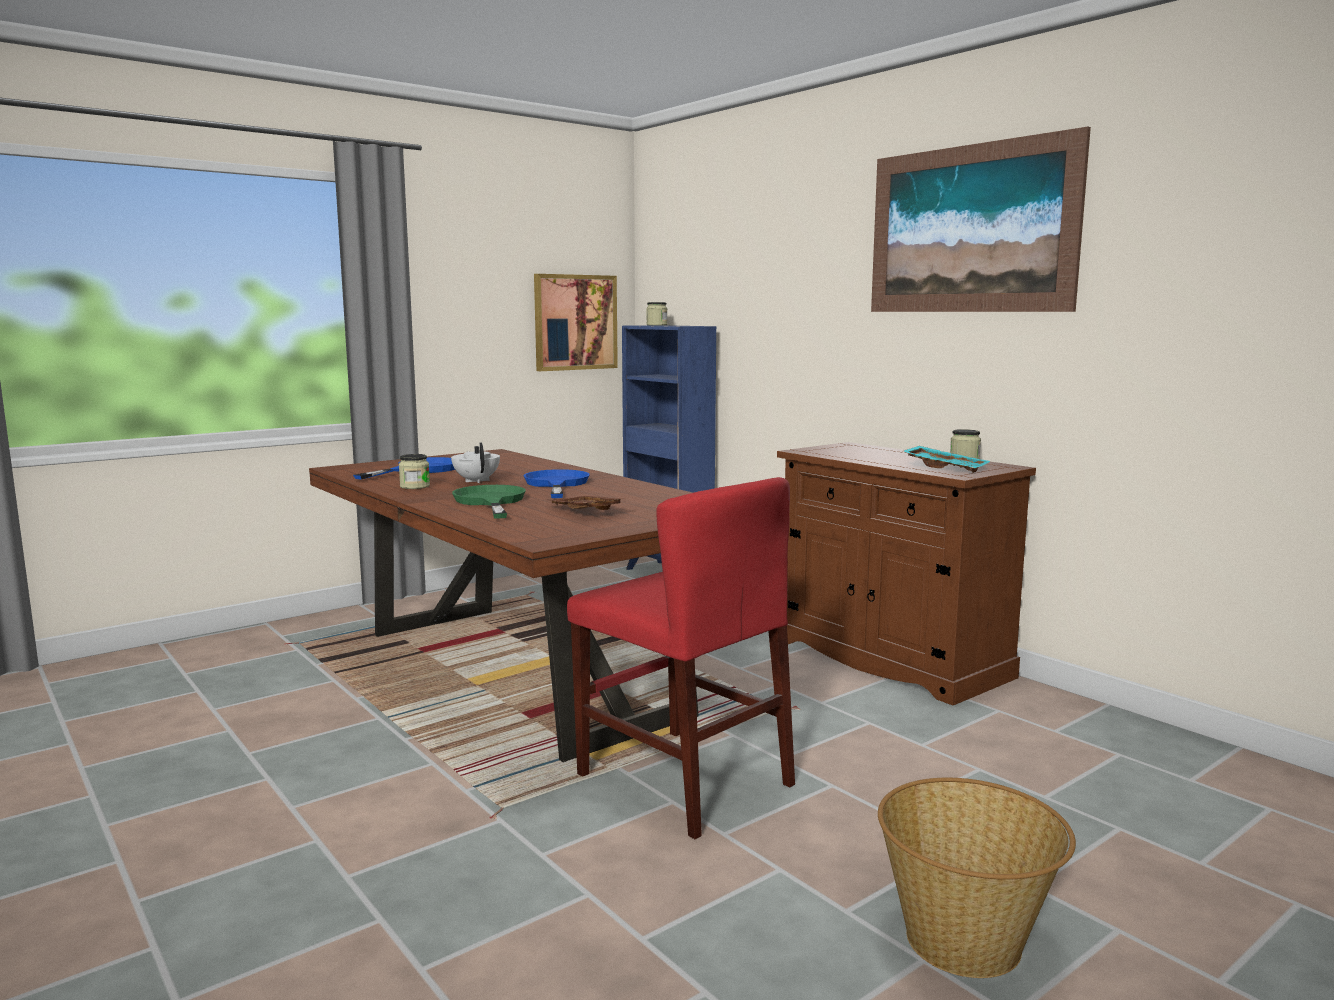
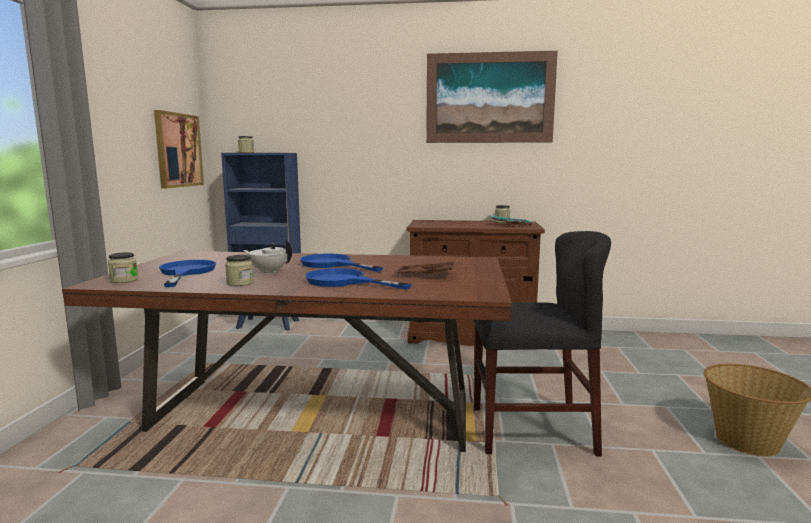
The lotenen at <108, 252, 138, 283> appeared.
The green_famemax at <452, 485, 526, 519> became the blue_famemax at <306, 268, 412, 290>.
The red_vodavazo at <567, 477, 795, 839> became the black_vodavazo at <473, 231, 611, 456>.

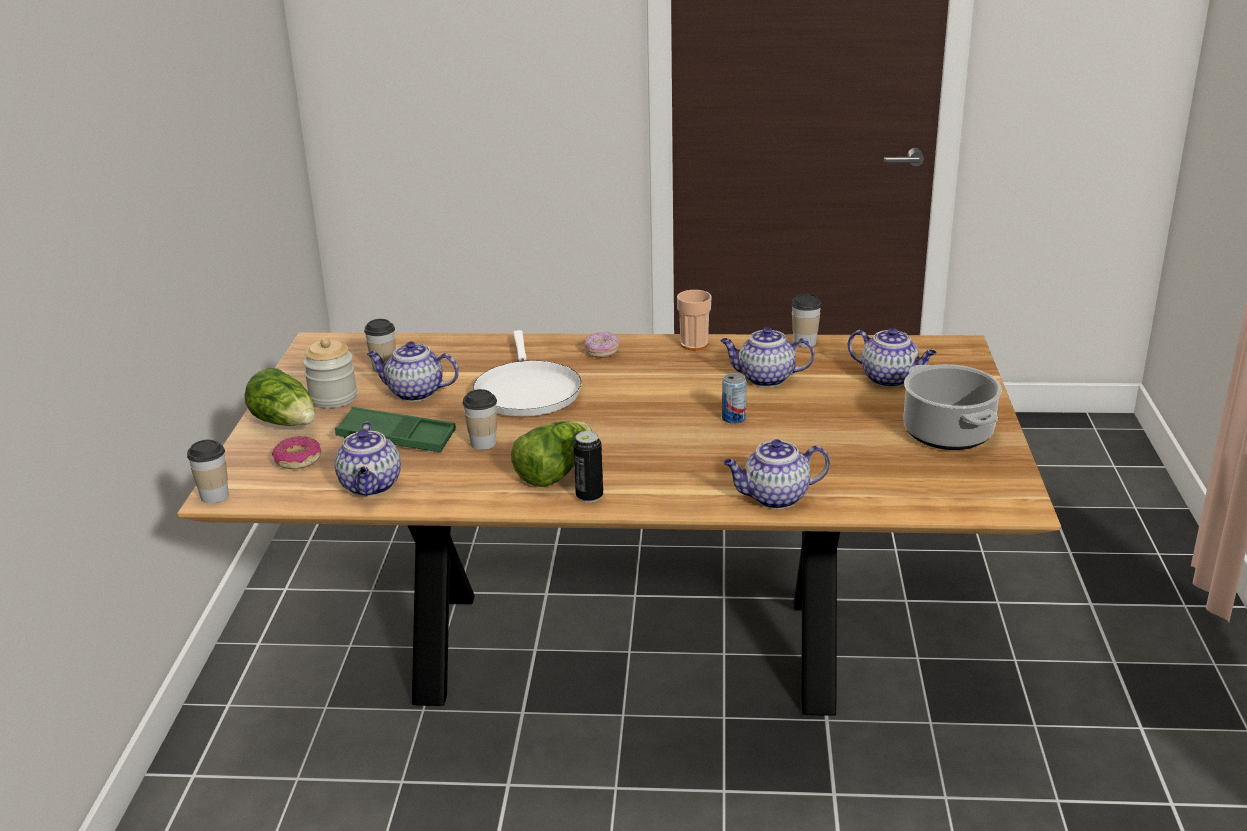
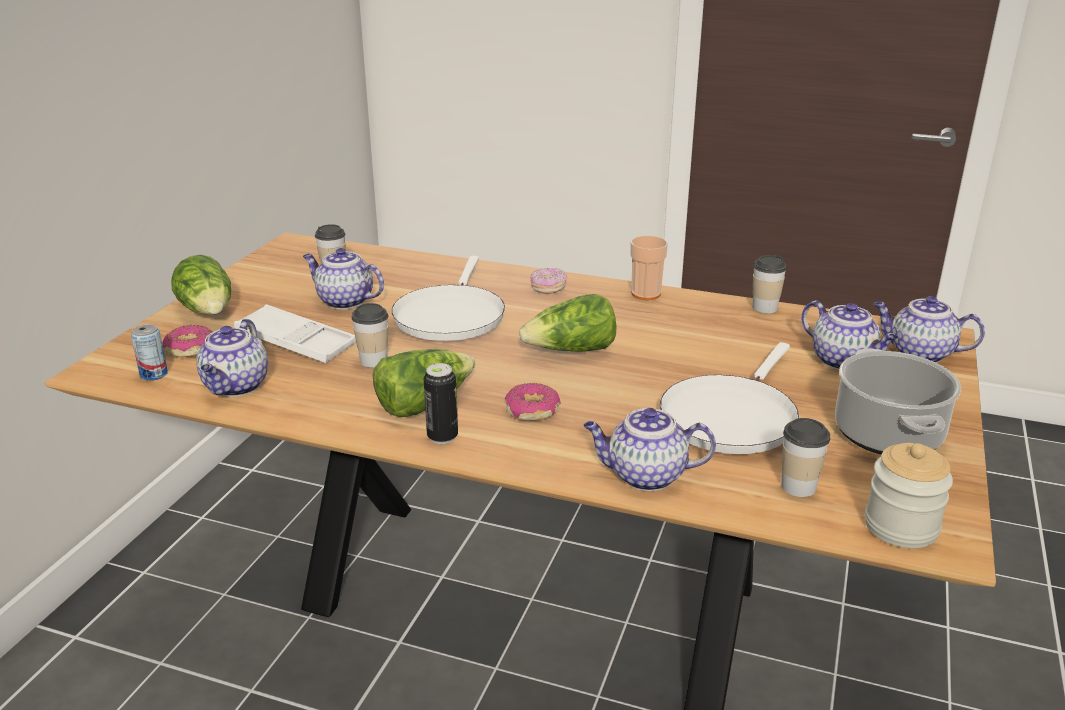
The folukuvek at <505, 383, 561, 421> appeared.
The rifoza at <519, 294, 617, 352> appeared.
The white_famemax at <660, 342, 799, 454> appeared.
The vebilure moved from <187, 440, 229, 503> to <781, 418, 830, 497>.
The lotenen moved from <303, 338, 357, 409> to <865, 443, 953, 548>.
The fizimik moved from <720, 327, 815, 387> to <874, 296, 985, 363>.
The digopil moved from <722, 373, 747, 424> to <131, 324, 168, 381>.
The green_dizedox at <335, 407, 456, 452> became the white_dizedox at <234, 304, 356, 363>.

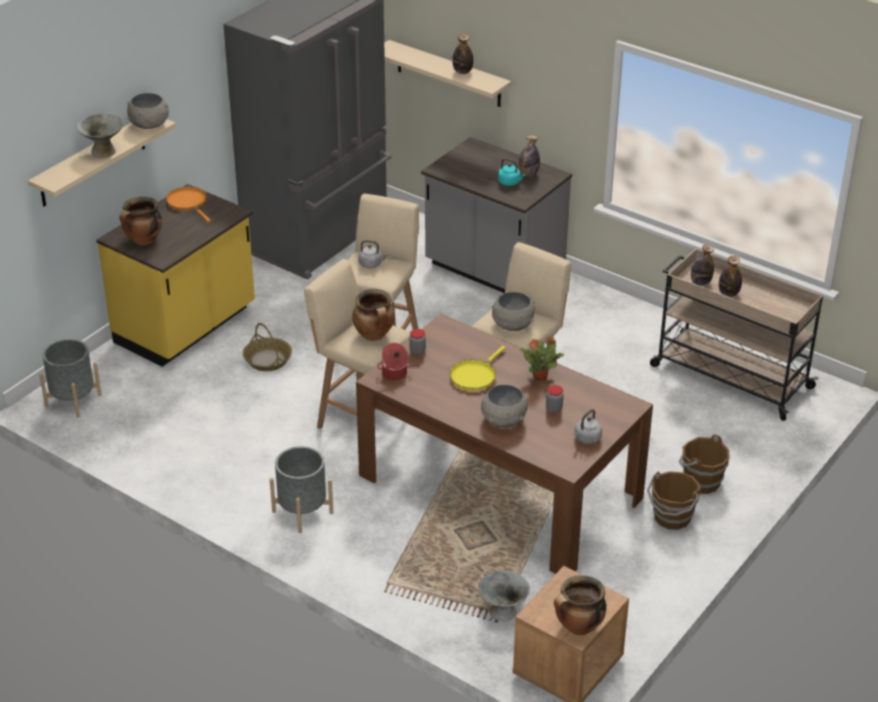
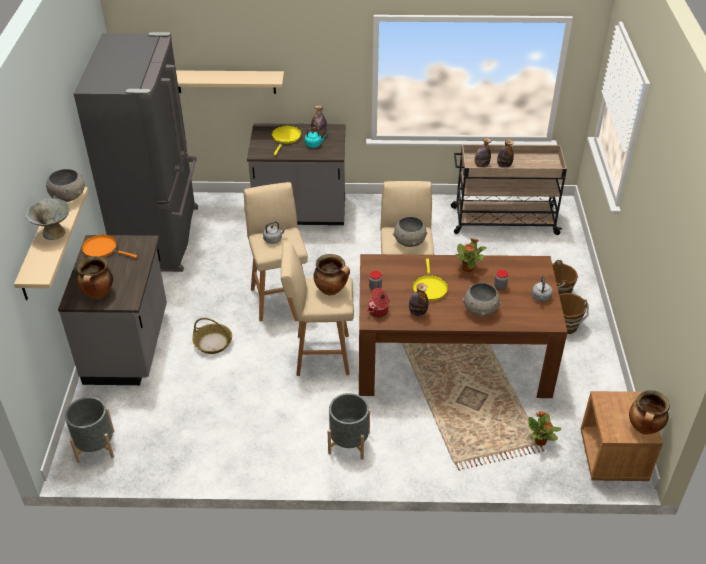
The yellow_famemax at <272, 126, 301, 155> appeared.
The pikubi moved from <452, 34, 473, 74> to <409, 283, 429, 316>.
The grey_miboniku at <478, 571, 530, 622> was replaced by the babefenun at <528, 412, 561, 446>.
The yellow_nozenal at <96, 184, 255, 367> became the grey_nozenal at <58, 235, 167, 385>.

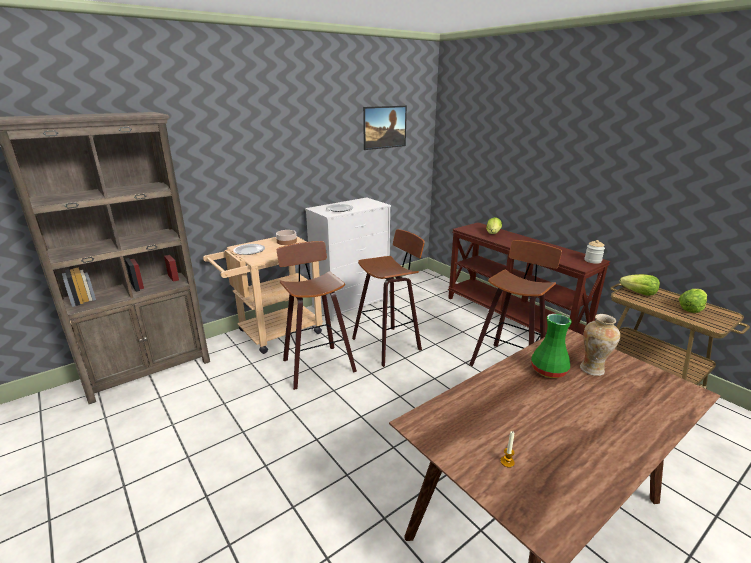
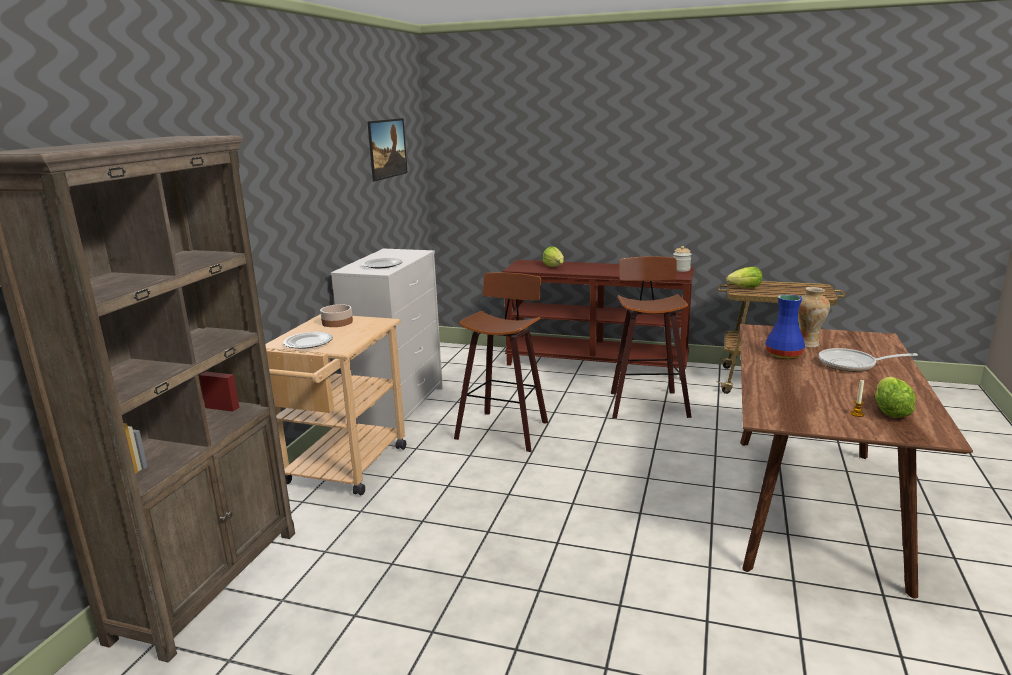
The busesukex at <277, 241, 357, 390> disappeared.
The famemax at <819, 348, 918, 372> appeared.
The rifoza moved from <679, 289, 707, 313> to <875, 377, 916, 418>.
The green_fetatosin at <531, 314, 572, 378> became the blue_fetatosin at <765, 295, 805, 359>.

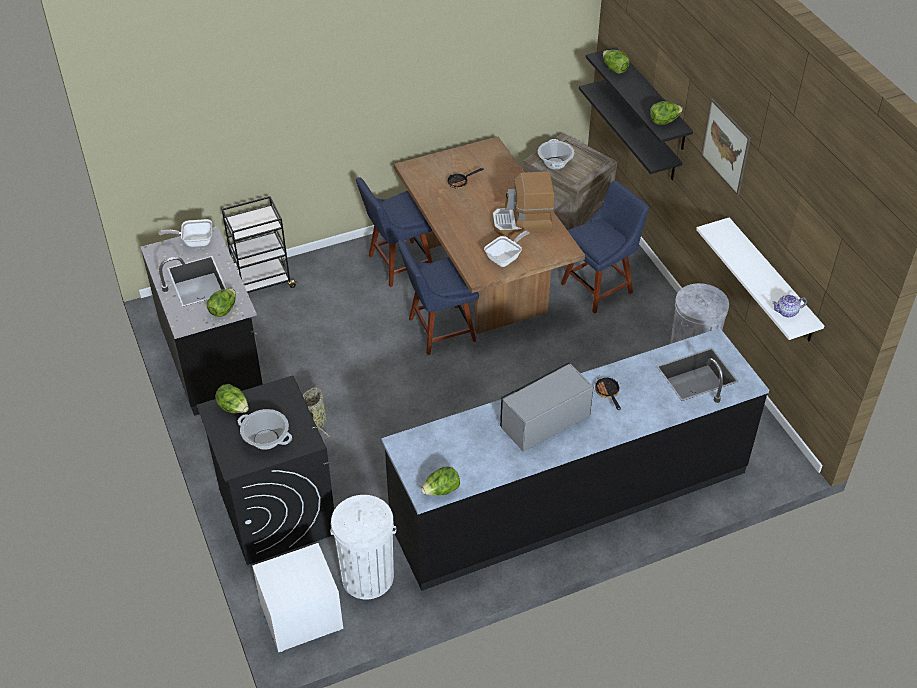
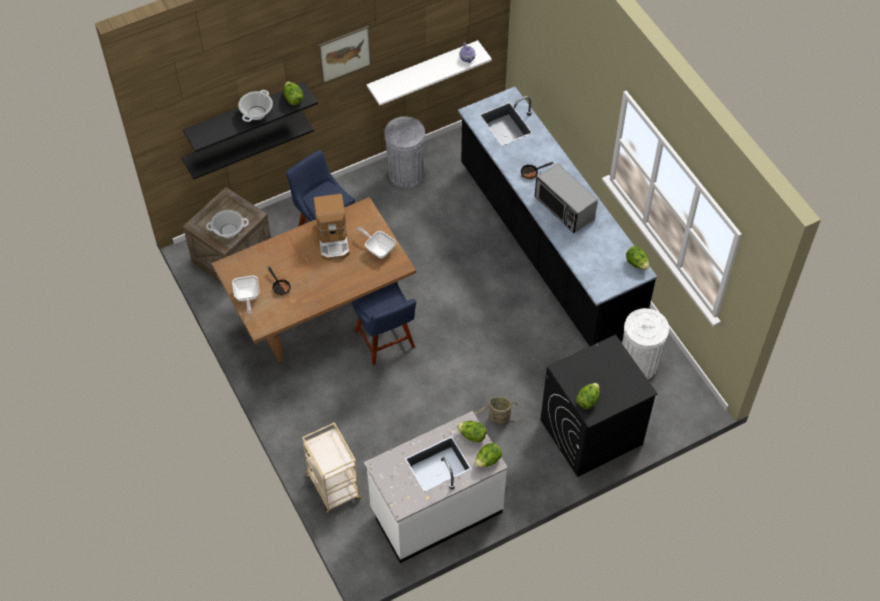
The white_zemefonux at <252, 543, 343, 652> disappeared.
The blue_vodavazo at <356, 177, 433, 287> disappeared.
The famemax moved from <159, 219, 212, 247> to <232, 275, 260, 314>.
The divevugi moved from <238, 409, 292, 450> to <238, 90, 273, 122>.
The rifoza moved from <603, 50, 629, 74> to <474, 443, 502, 468>.
The black_nozenal at <141, 226, 263, 416> became the white_nozenal at <364, 411, 508, 563>.
The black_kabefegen at <222, 196, 298, 297> became the beige_kabefegen at <302, 422, 361, 513>.

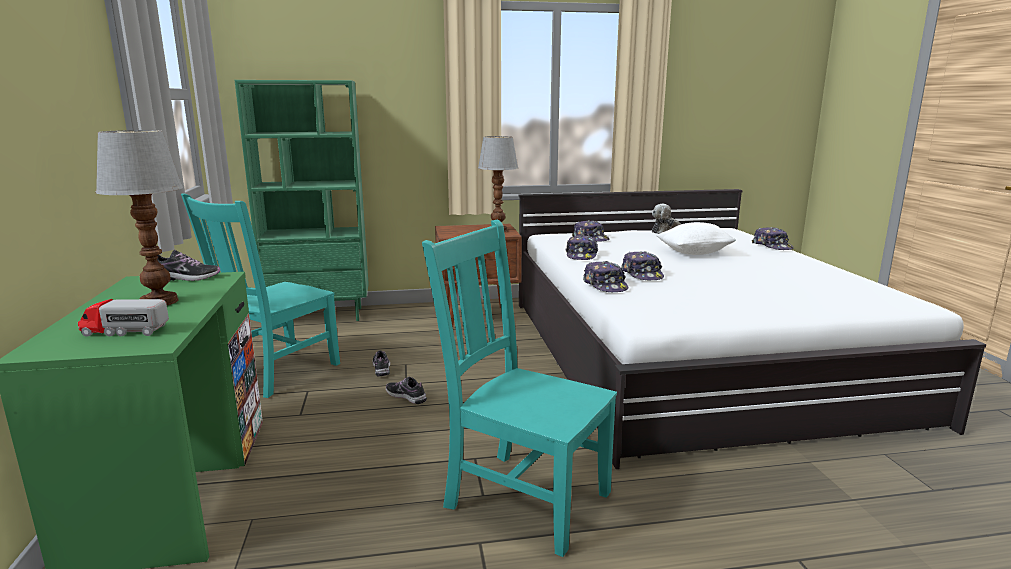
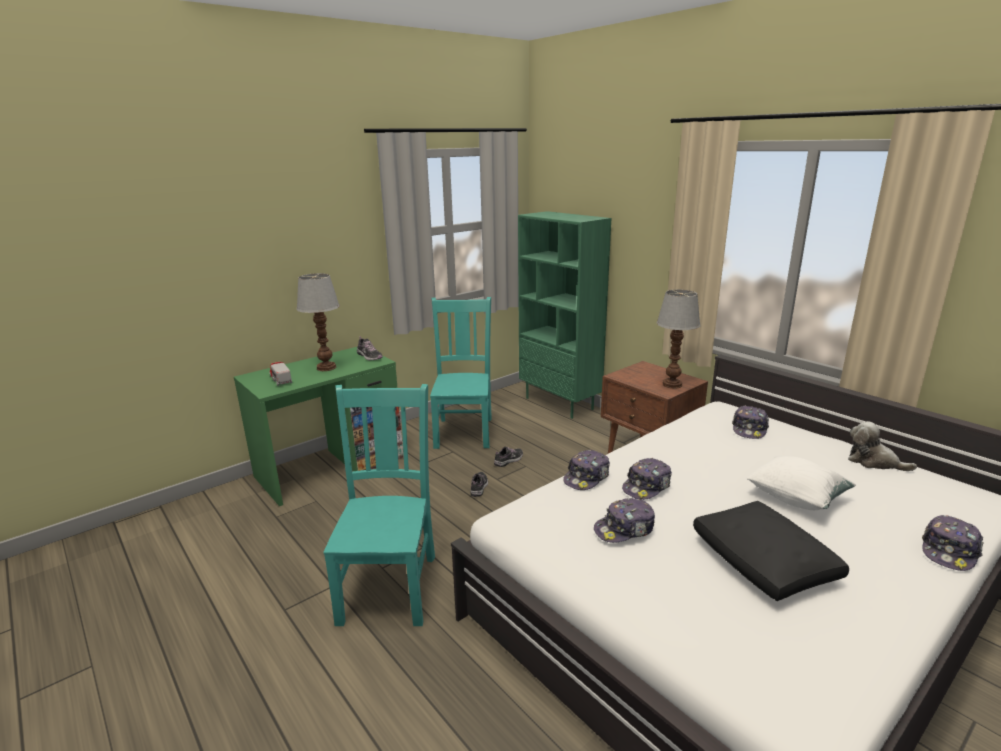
The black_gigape at <693, 501, 849, 601> appeared.
The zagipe moved from <566, 235, 598, 260> to <594, 498, 655, 543>.
The turquoise_vodavazo at <181, 193, 340, 398> turned 90 degrees clockwise.

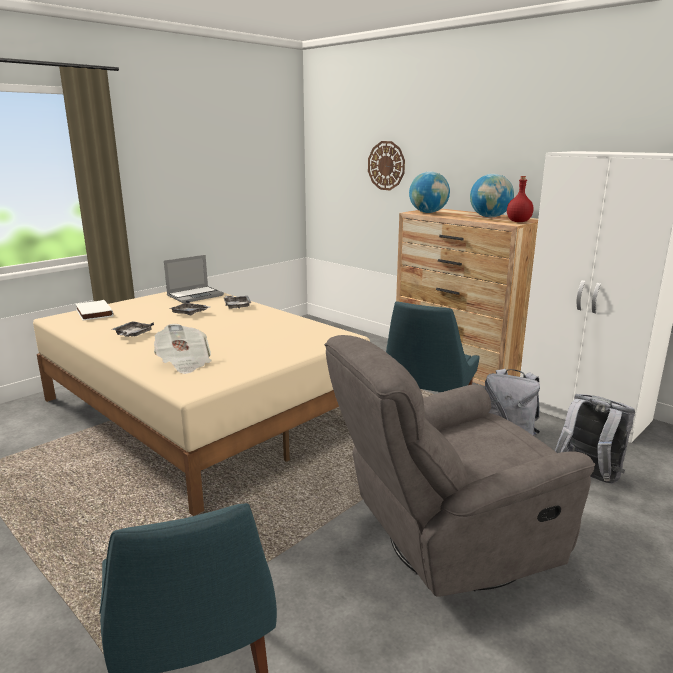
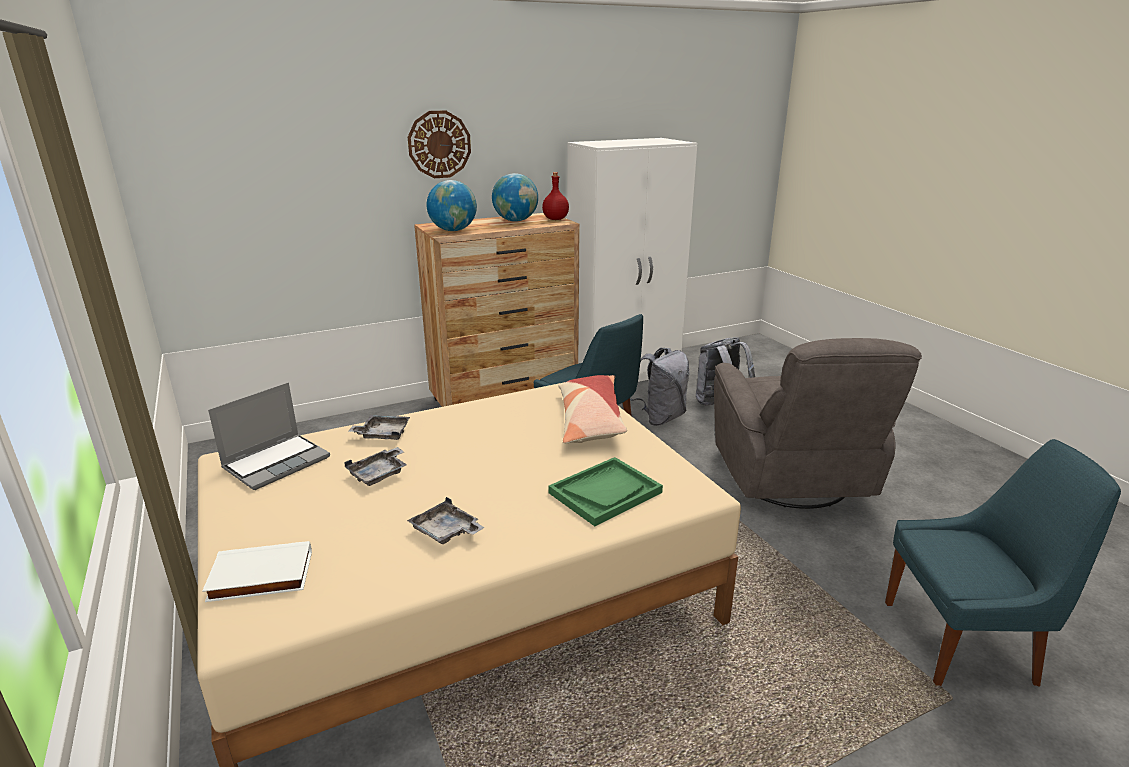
The gigape at <558, 375, 627, 443> appeared.
The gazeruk moved from <368, 141, 405, 190> to <408, 110, 471, 178>.
The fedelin at <154, 324, 211, 374> was replaced by the green_dizedox at <549, 457, 663, 526>.
The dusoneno at <164, 255, 224, 303> turned 60 degrees clockwise.

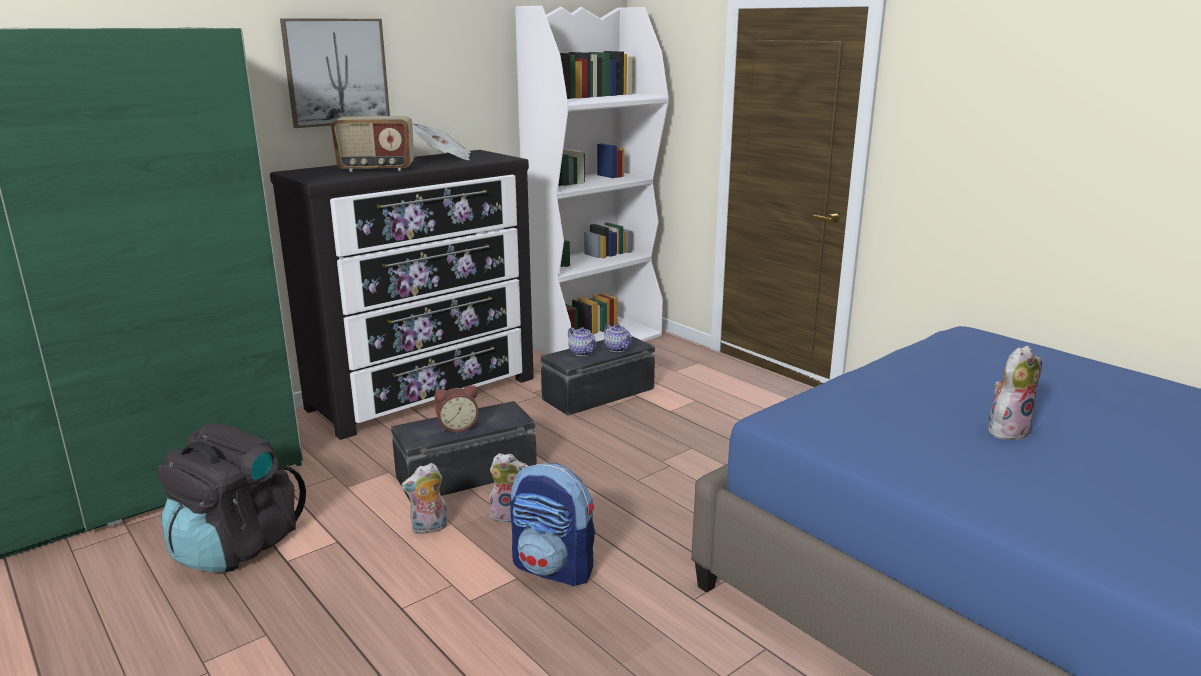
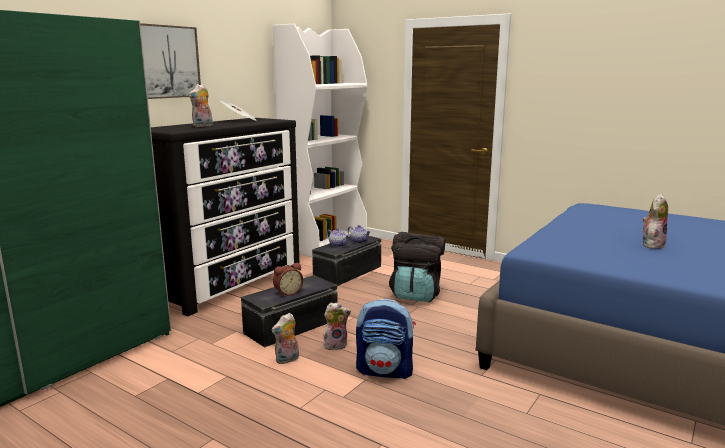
The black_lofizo moved from <158, 423, 306, 572> to <389, 232, 445, 302>.
The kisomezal at <331, 116, 414, 172> was replaced by the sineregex at <188, 84, 213, 127>.

